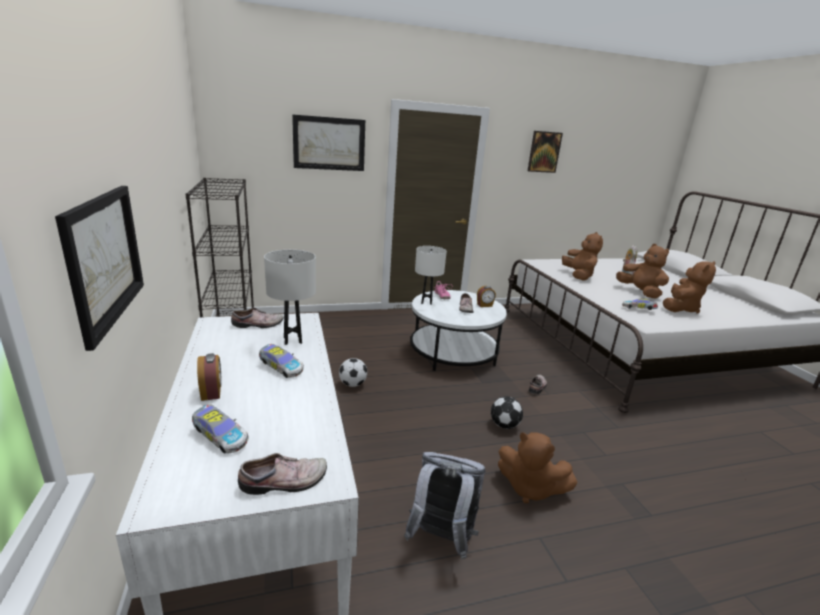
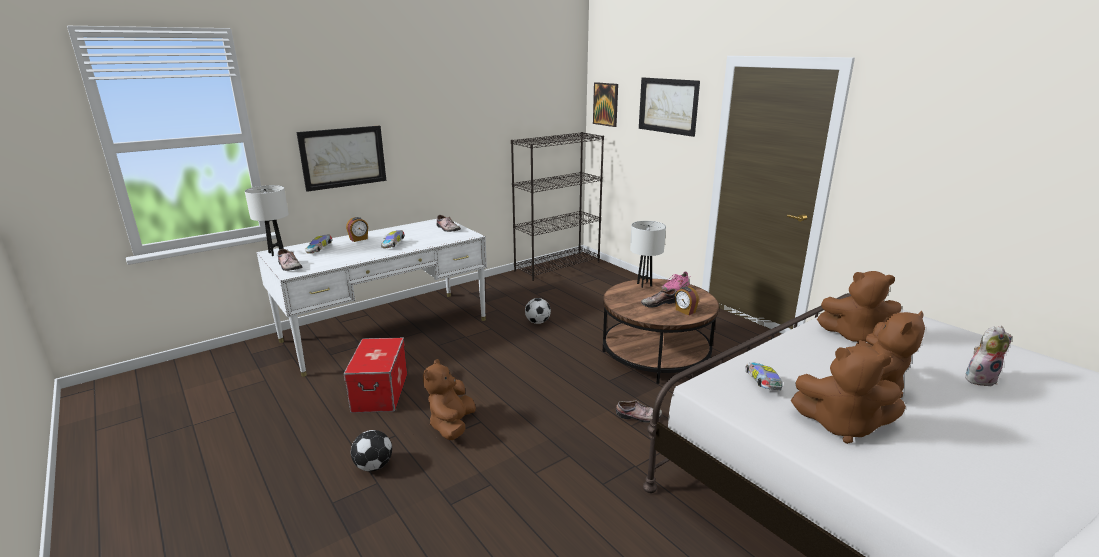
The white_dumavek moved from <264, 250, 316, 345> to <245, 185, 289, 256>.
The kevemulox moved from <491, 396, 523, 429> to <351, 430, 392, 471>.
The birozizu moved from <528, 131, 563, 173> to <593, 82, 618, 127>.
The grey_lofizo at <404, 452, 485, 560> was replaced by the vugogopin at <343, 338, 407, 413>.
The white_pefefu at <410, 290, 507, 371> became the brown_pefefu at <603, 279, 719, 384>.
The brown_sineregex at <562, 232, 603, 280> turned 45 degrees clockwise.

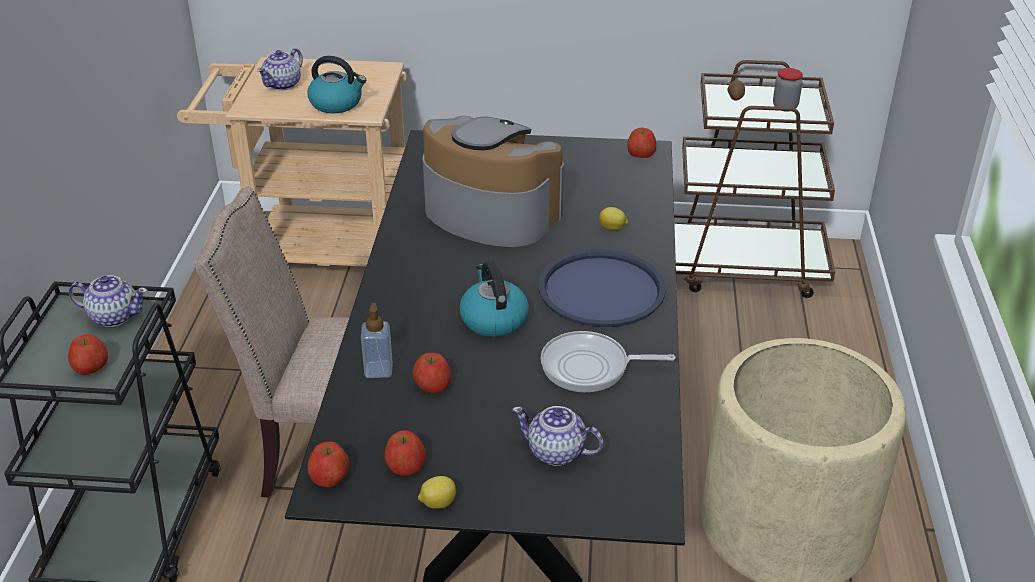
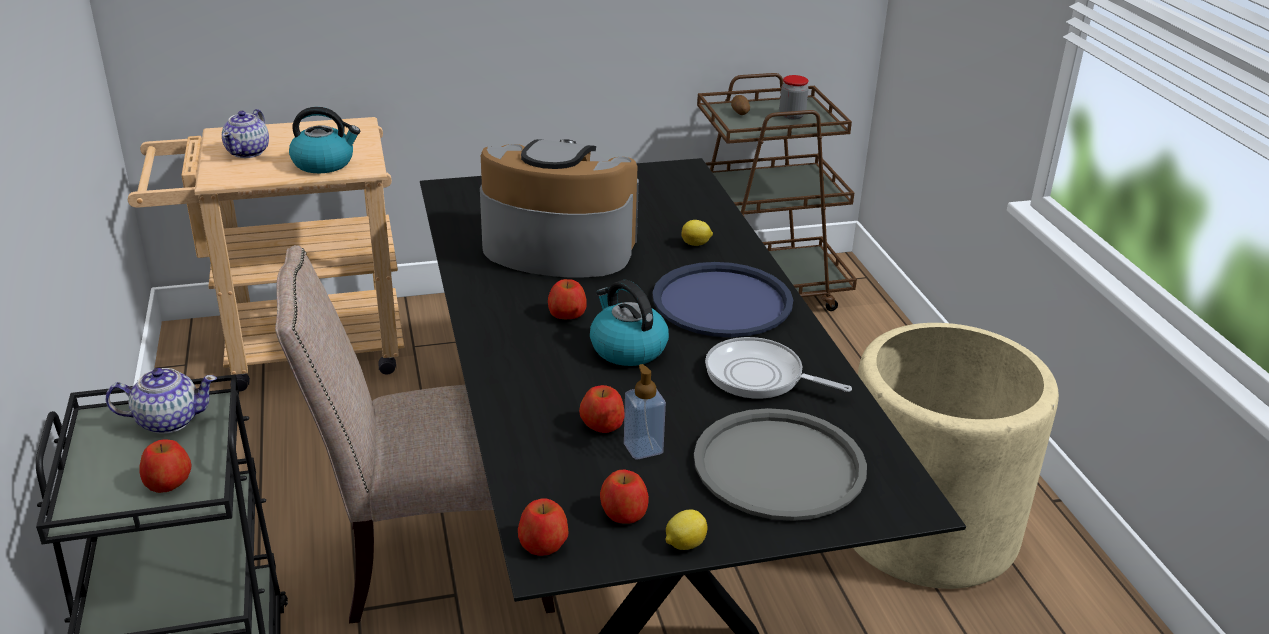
The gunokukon moved from <361, 303, 393, 378> to <624, 364, 666, 459>.
The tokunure moved from <627, 128, 656, 158> to <548, 279, 586, 319>.
The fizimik at <512, 406, 603, 466> was replaced by the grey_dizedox at <694, 408, 867, 521>.
The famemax at <540, 331, 675, 392> turned 45 degrees clockwise.

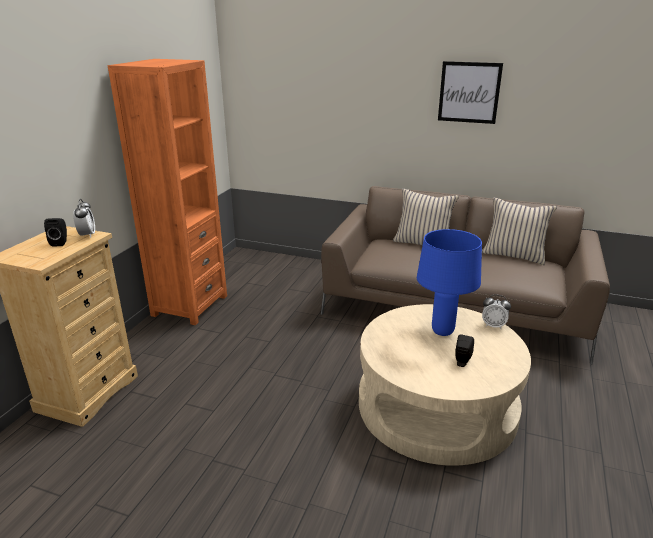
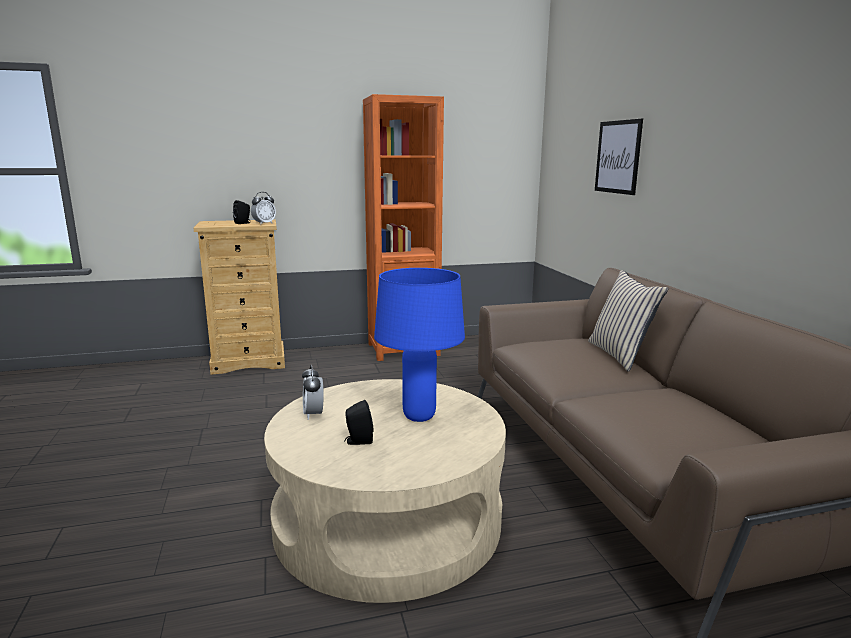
The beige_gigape at <482, 197, 557, 265> disappeared.
The birozizu moved from <438, 61, 503, 124> to <595, 119, 643, 195>.
The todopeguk moved from <482, 295, 511, 329> to <302, 365, 324, 420>.

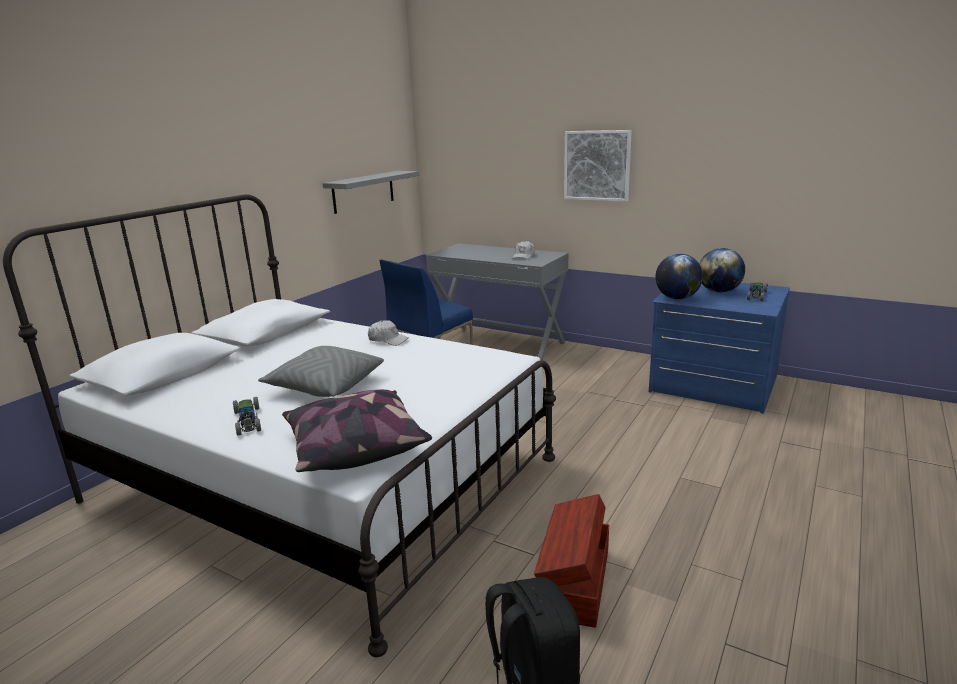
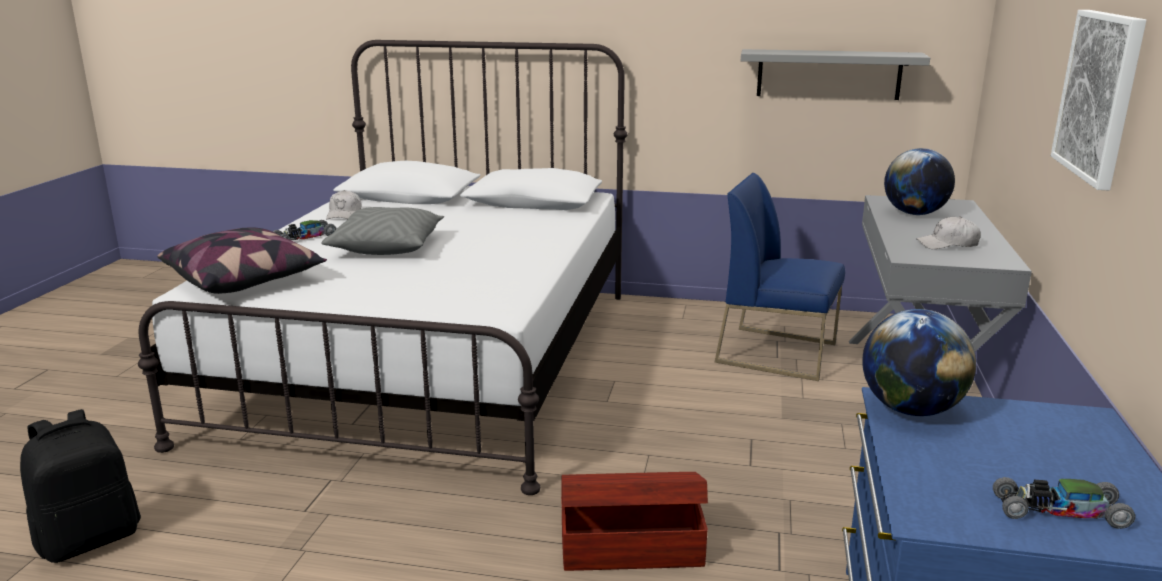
The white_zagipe moved from <368, 320, 409, 346> to <326, 190, 361, 219>.
The brown_vugogopin moved from <534, 494, 609, 628> to <561, 472, 708, 571>.
The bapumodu moved from <699, 248, 745, 293> to <884, 148, 955, 215>.

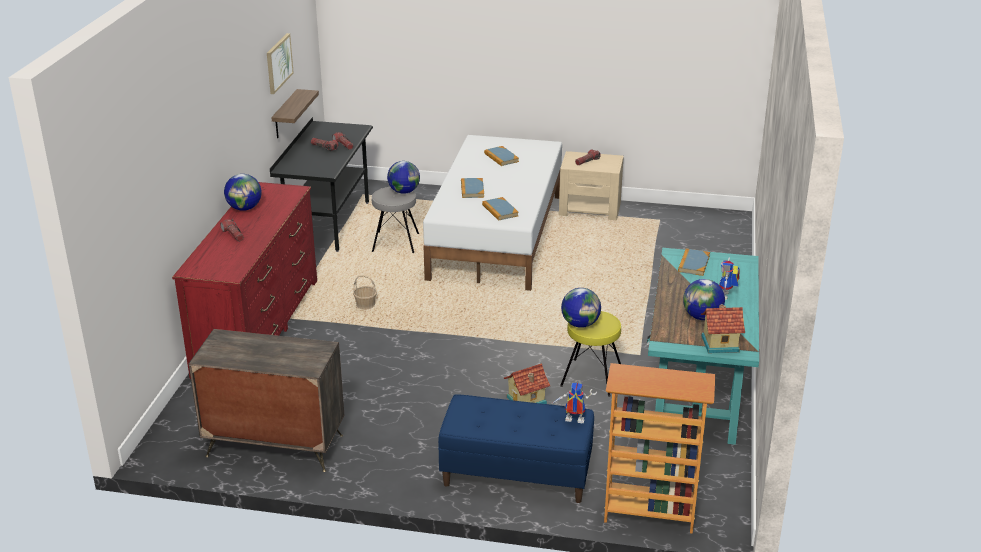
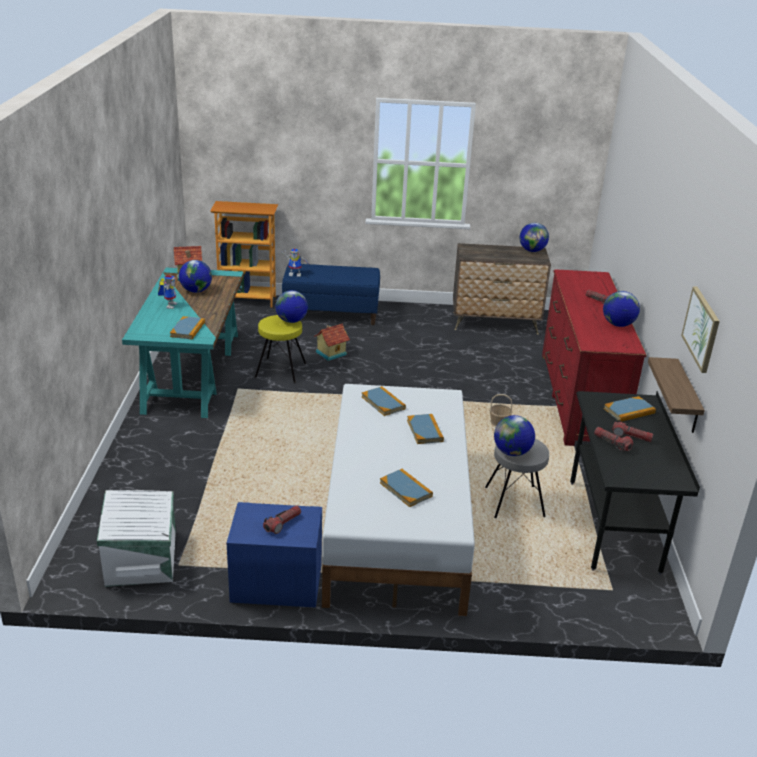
The white_vugogopin at <97, 490, 176, 587> appeared.
The bapumodu at <520, 223, 549, 252> appeared.
The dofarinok at <604, 396, 656, 421> appeared.
The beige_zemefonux at <559, 151, 624, 220> became the blue_zemefonux at <227, 502, 322, 608>.

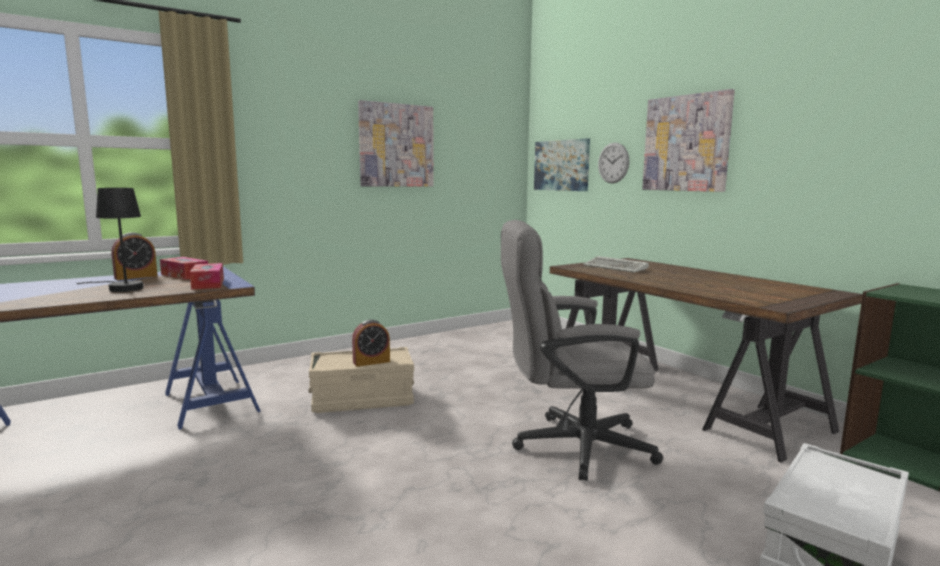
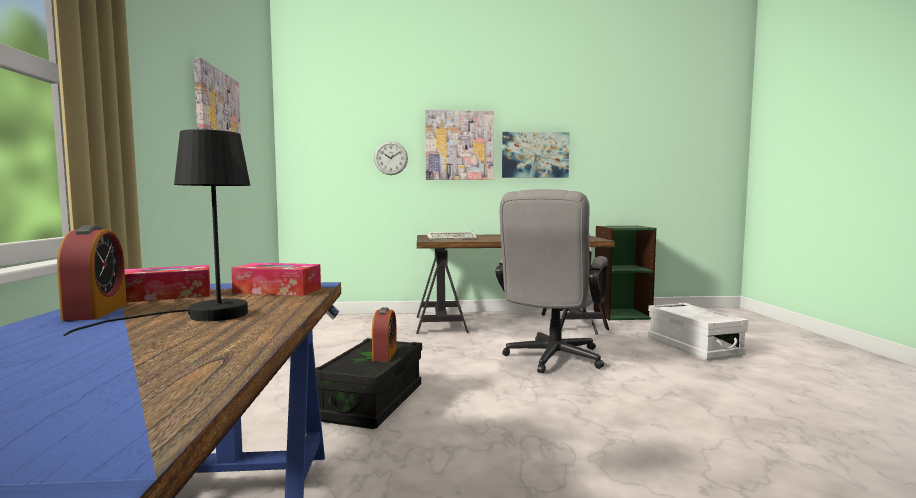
The birozizu moved from <534, 138, 590, 191> to <502, 132, 570, 178>.
The beige_vugogopin at <309, 347, 414, 413> became the black_vugogopin at <316, 338, 422, 429>.

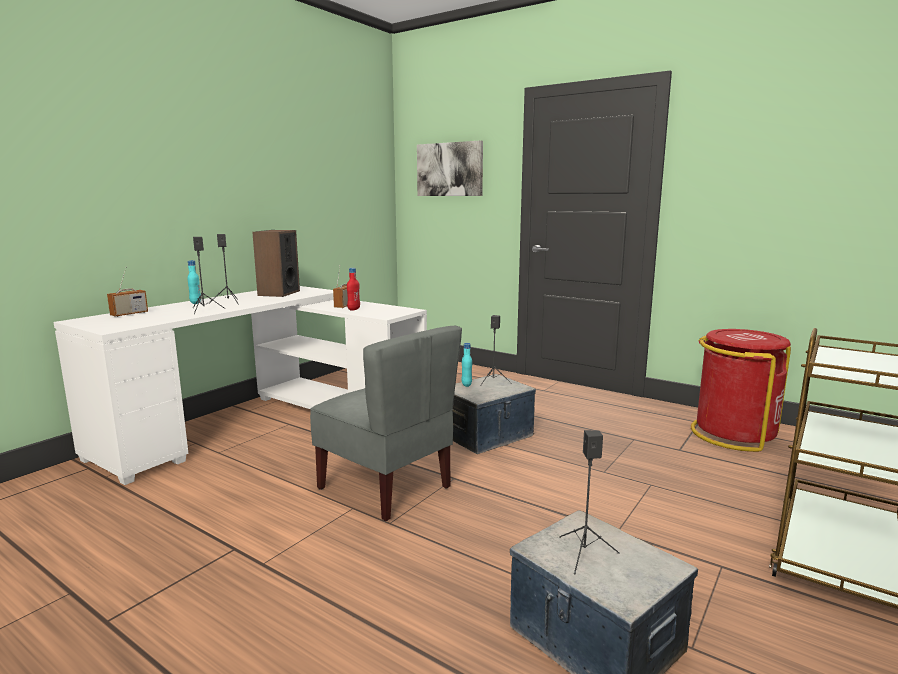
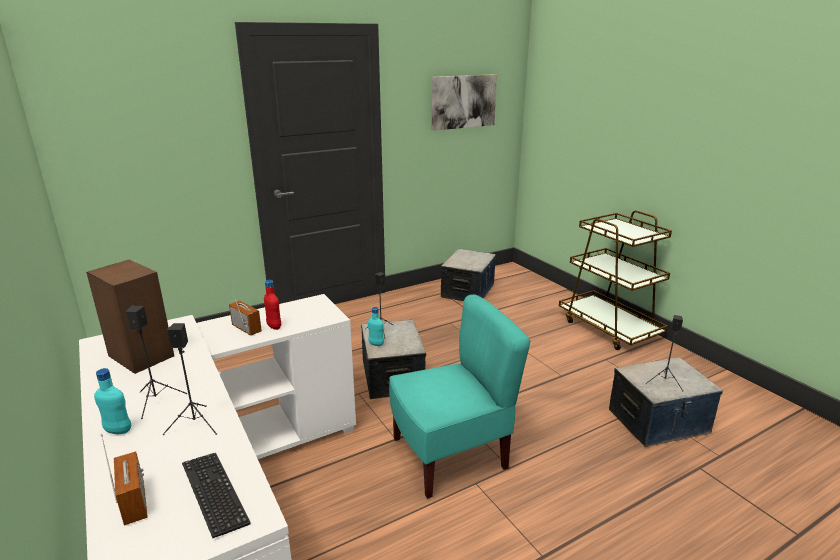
The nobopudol at <182, 453, 251, 538> appeared.
The birozizu moved from <417, 140, 483, 196> to <432, 74, 497, 131>.
The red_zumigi at <691, 329, 791, 452> was replaced by the vugogopin at <441, 249, 496, 301>.
The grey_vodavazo at <310, 326, 462, 521> became the turquoise_vodavazo at <389, 294, 531, 499>.

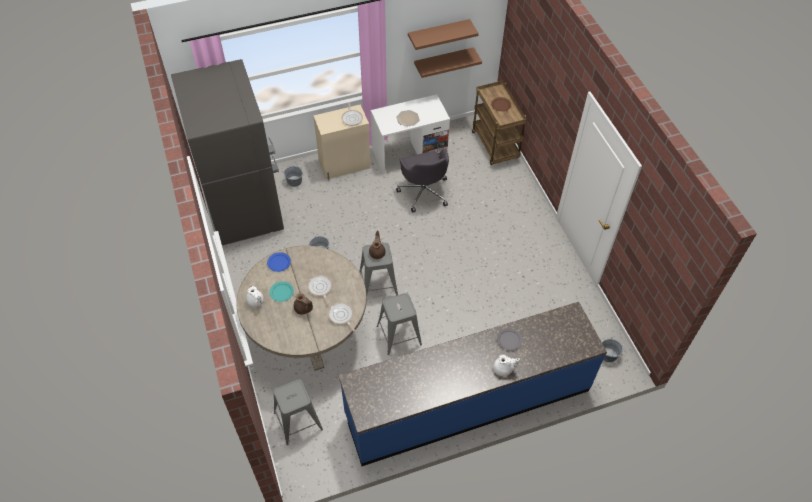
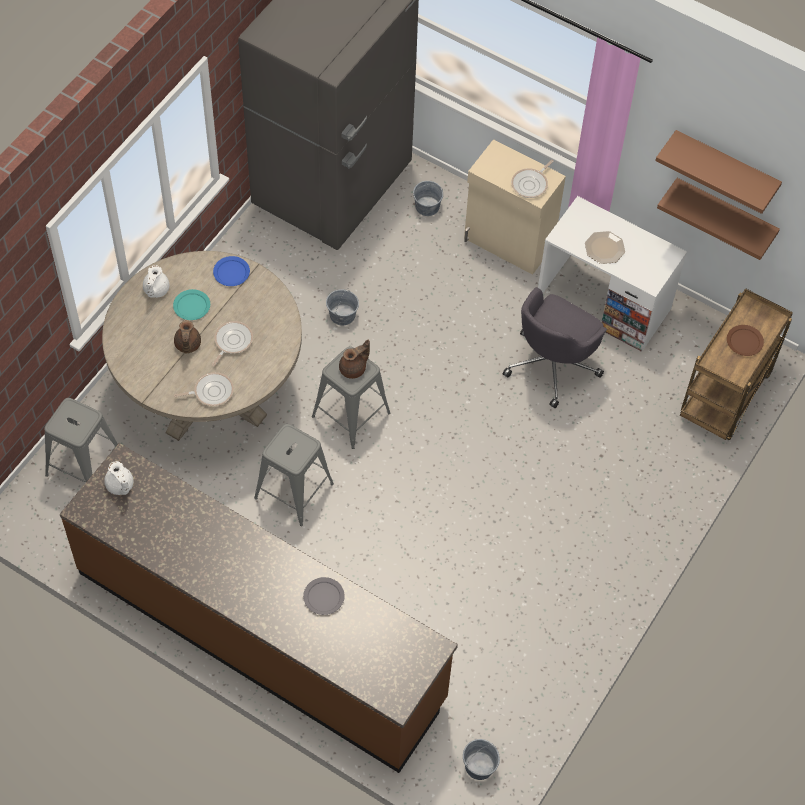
The white_fizimik moved from <493, 355, 520, 376> to <104, 461, 133, 495>.
The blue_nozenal at <338, 302, 607, 466> became the brown_nozenal at <60, 443, 458, 773>.
The famemax at <328, 302, 355, 332> turned 60 degrees clockwise.

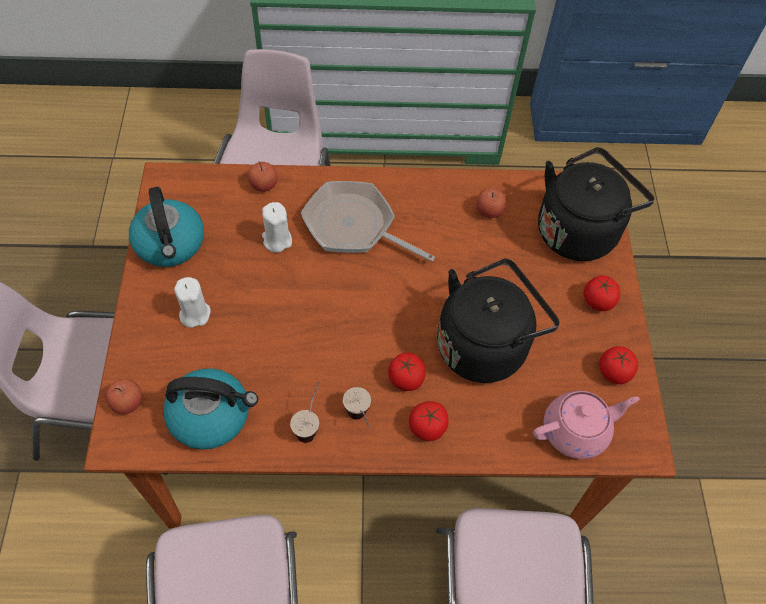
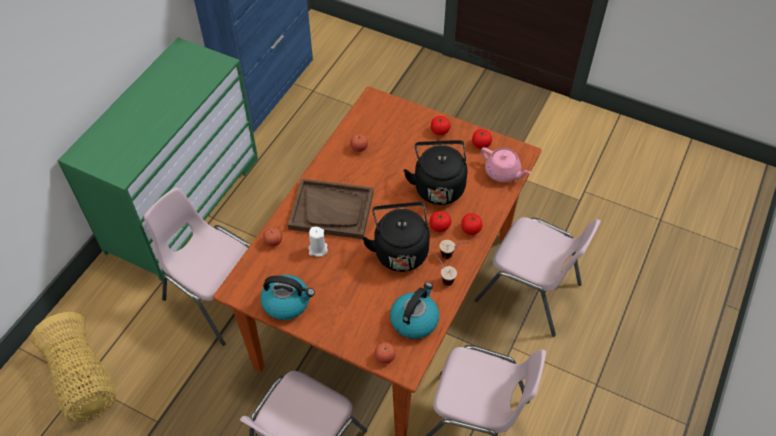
The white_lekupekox at <174, 277, 211, 328> disappeared.
The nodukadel at <30, 312, 116, 422> appeared.
The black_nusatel moved from <538, 147, 654, 261> to <362, 202, 430, 272>.
The famemax at <301, 181, 435, 262> was replaced by the brown_dizedox at <288, 179, 374, 239>.
The pink_fizimik at <533, 391, 640, 459> turned 120 degrees clockwise.

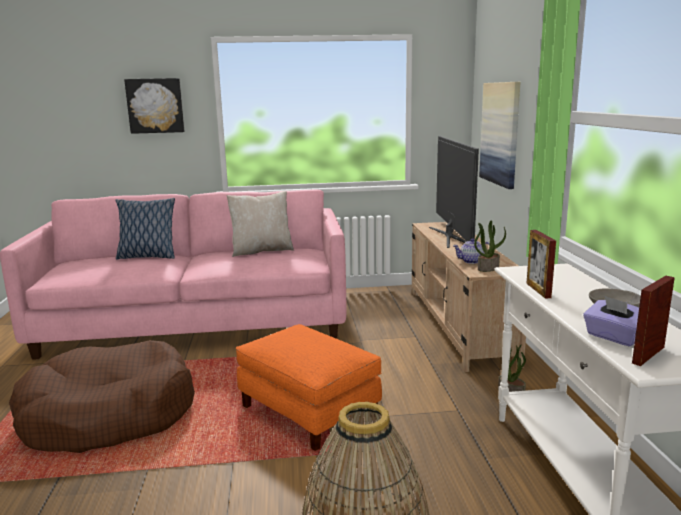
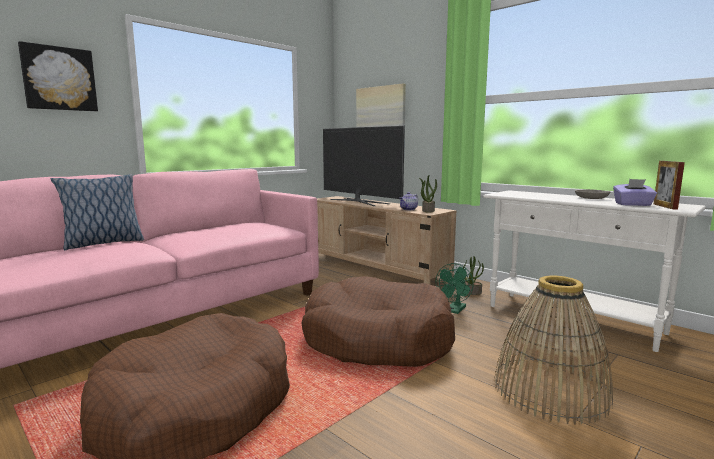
The beige_gigape at <227, 191, 294, 257> disappeared.
The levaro at <526, 230, 556, 299> disappeared.
The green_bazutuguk at <436, 263, 473, 314> appeared.
The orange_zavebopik at <236, 324, 382, 451> was replaced by the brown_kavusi at <302, 276, 455, 367>.

